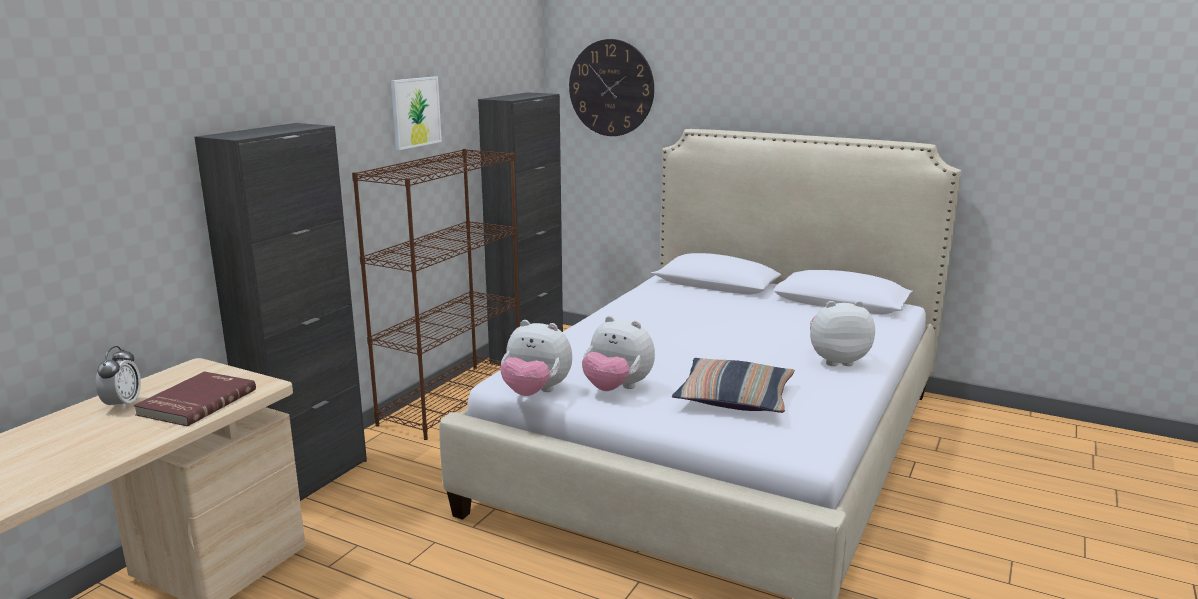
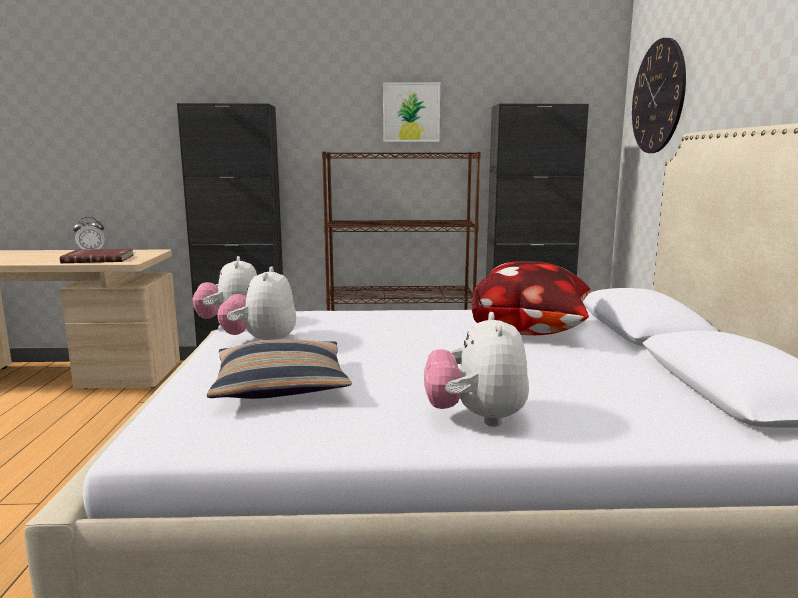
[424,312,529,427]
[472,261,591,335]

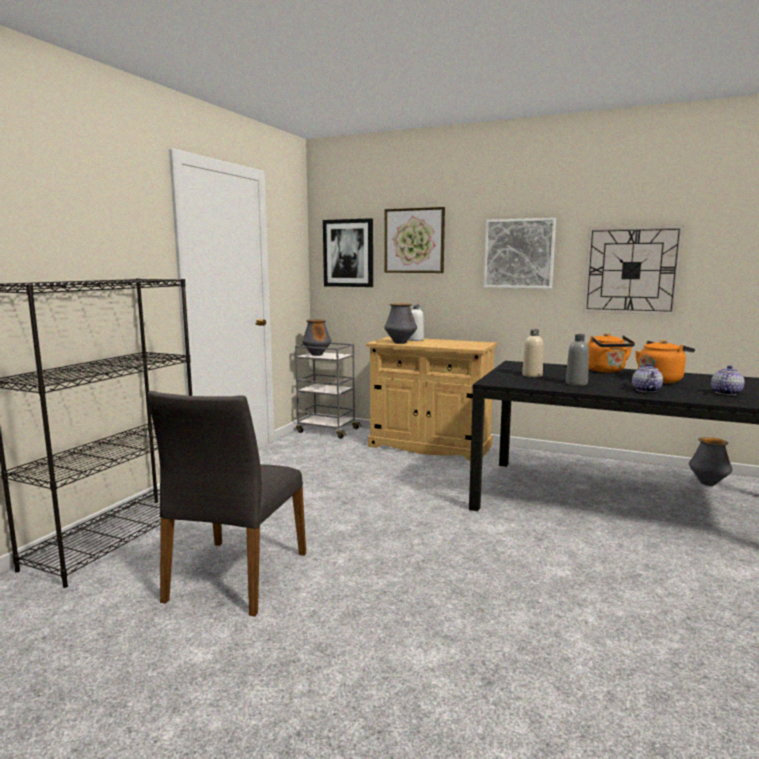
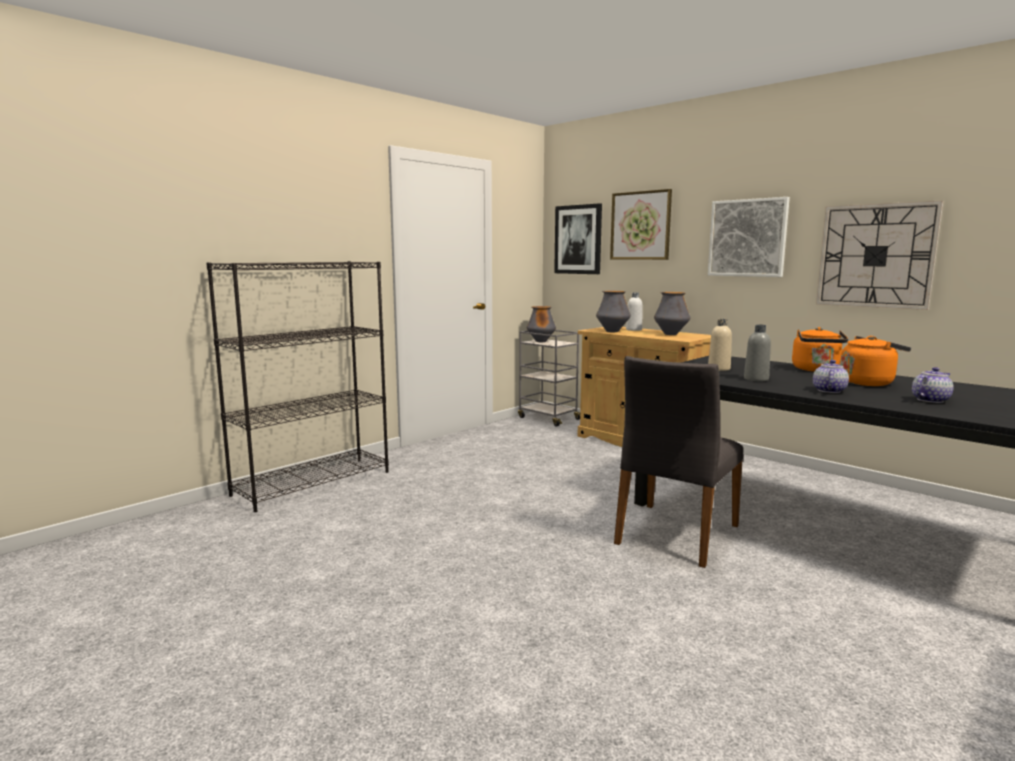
[614,356,743,568]
[654,292,690,335]

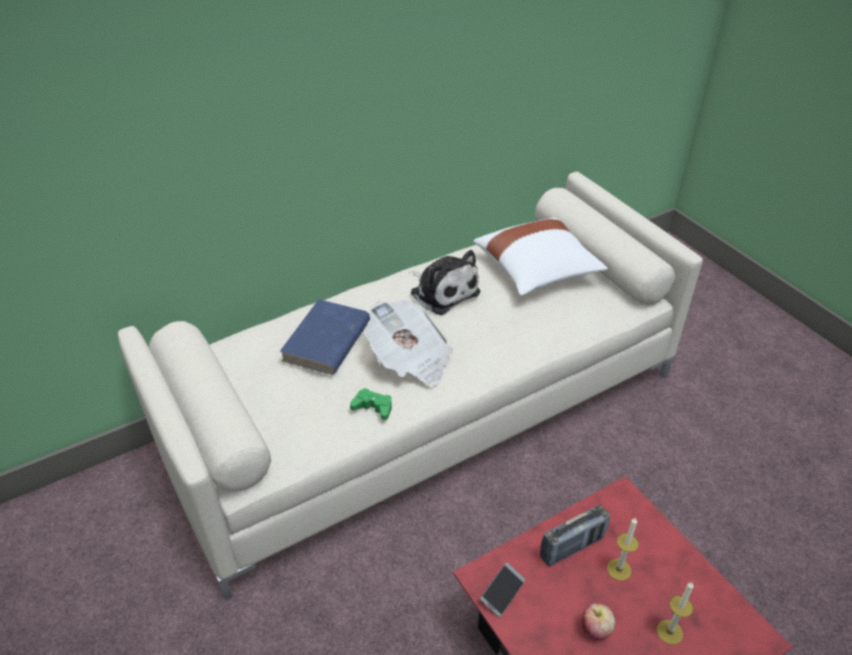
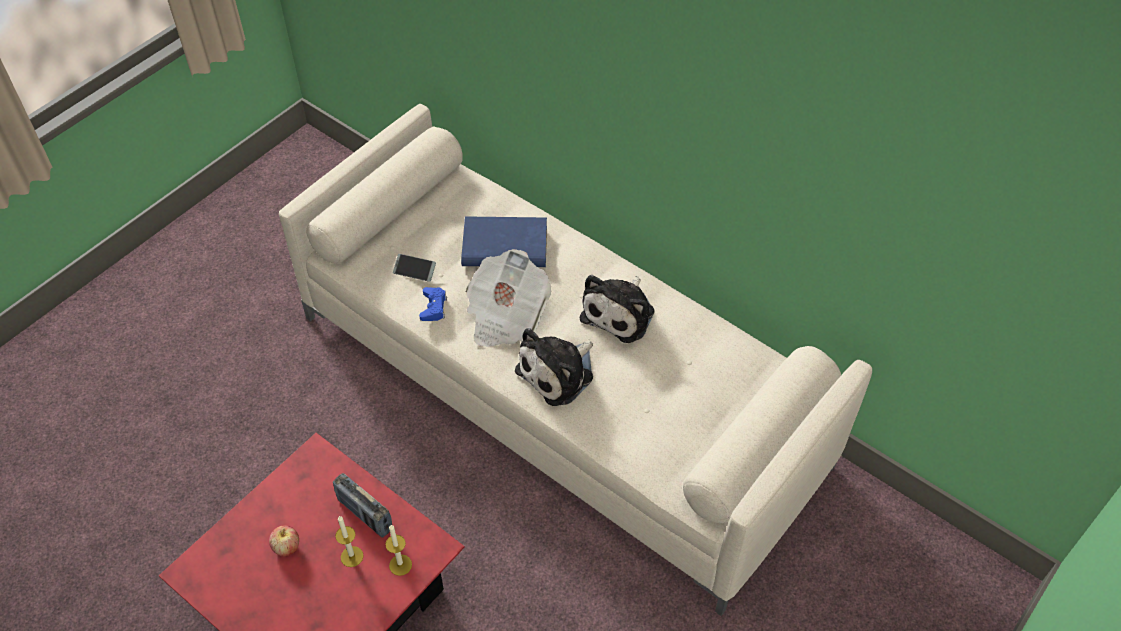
[473,217,608,296] (first image)
[419,287,447,321]
[393,254,436,282]
[385,525,412,576]
[515,328,593,406]

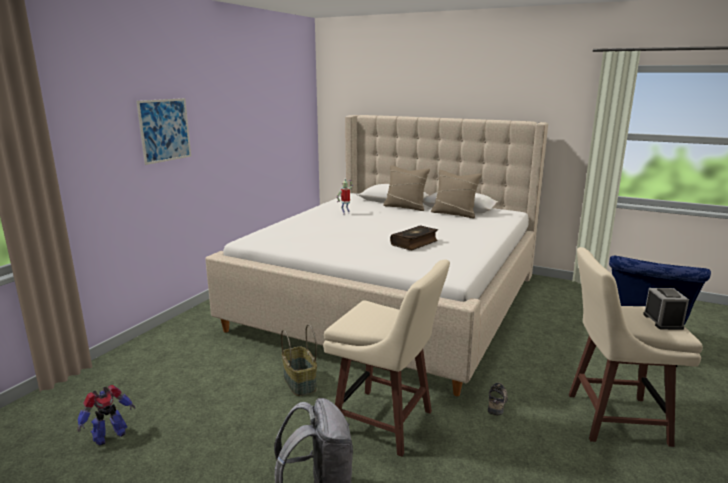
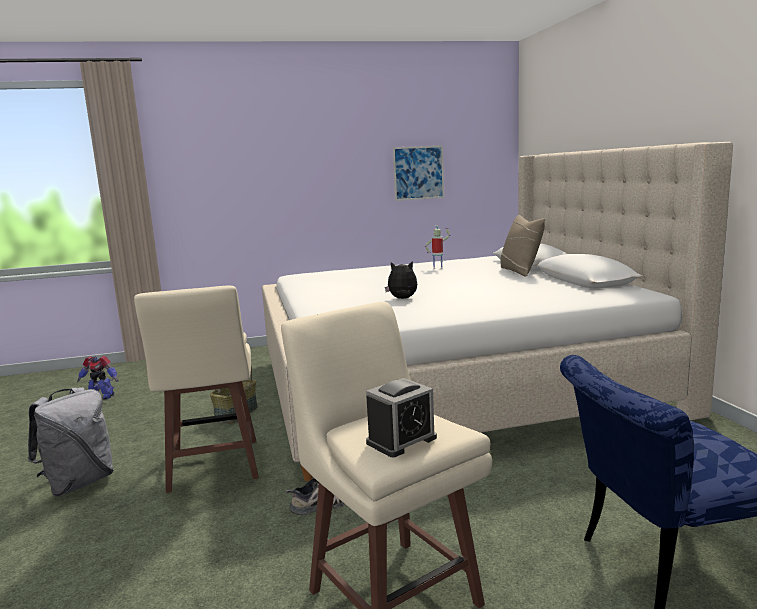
[393,145,444,201]
[431,170,482,218] (first image)
[385,261,417,299]

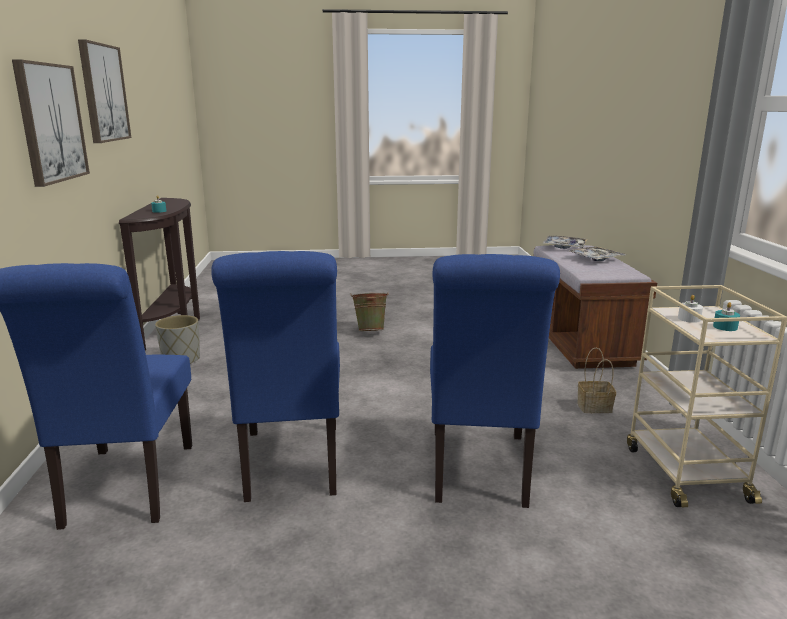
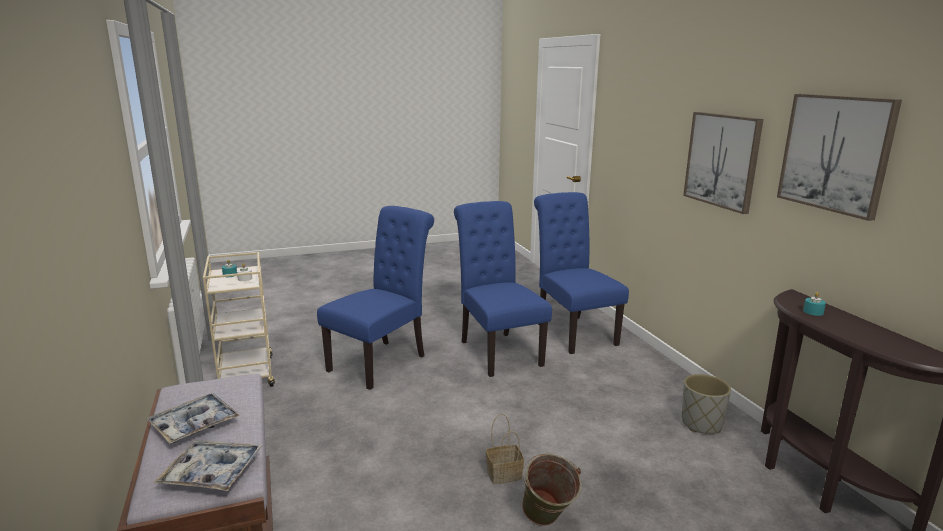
[317,206,434,390]
[486,414,524,484]

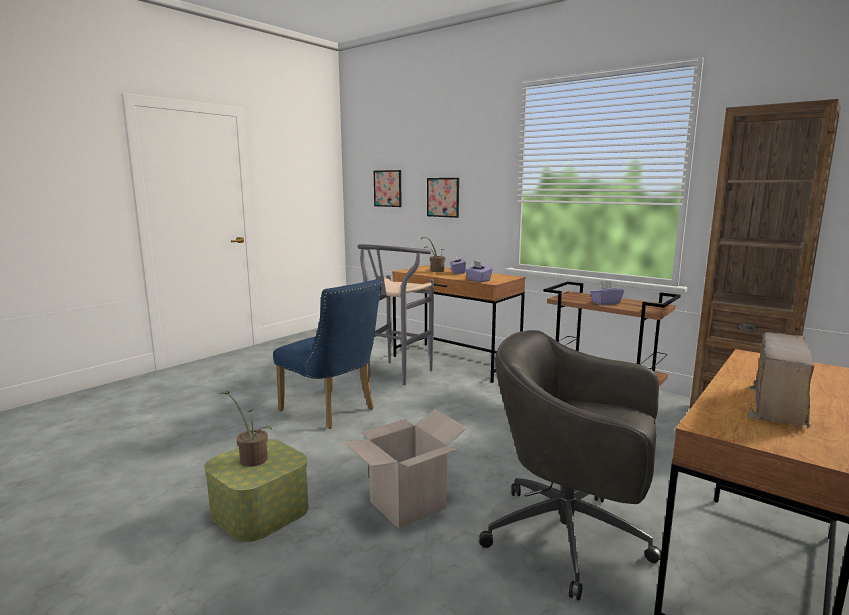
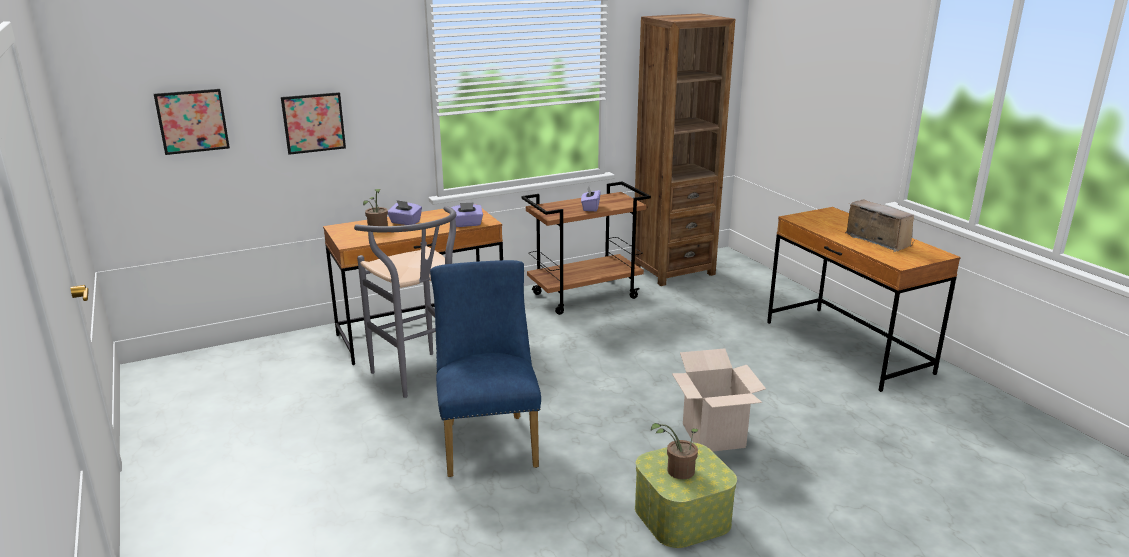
[430,260,541,477]
[479,330,661,600] (first image)

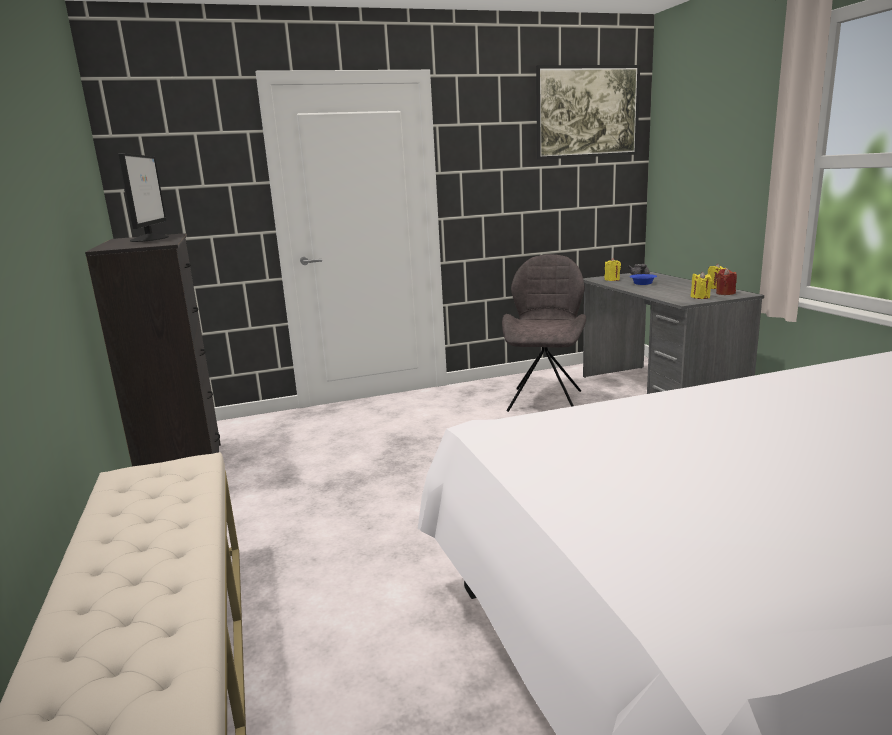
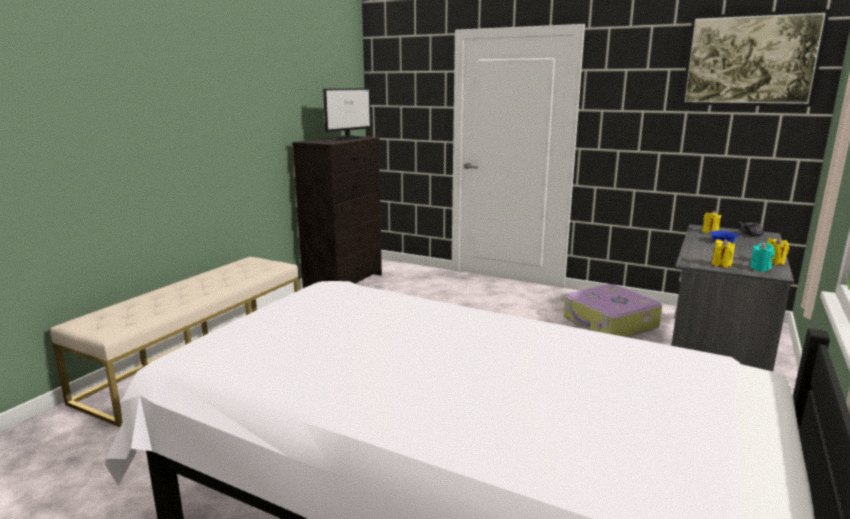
[564,284,662,337]
[750,242,775,272]

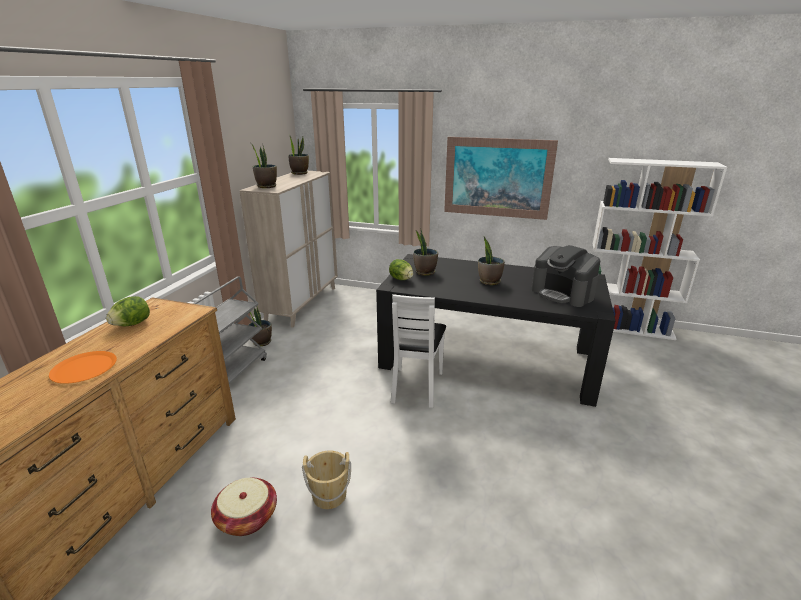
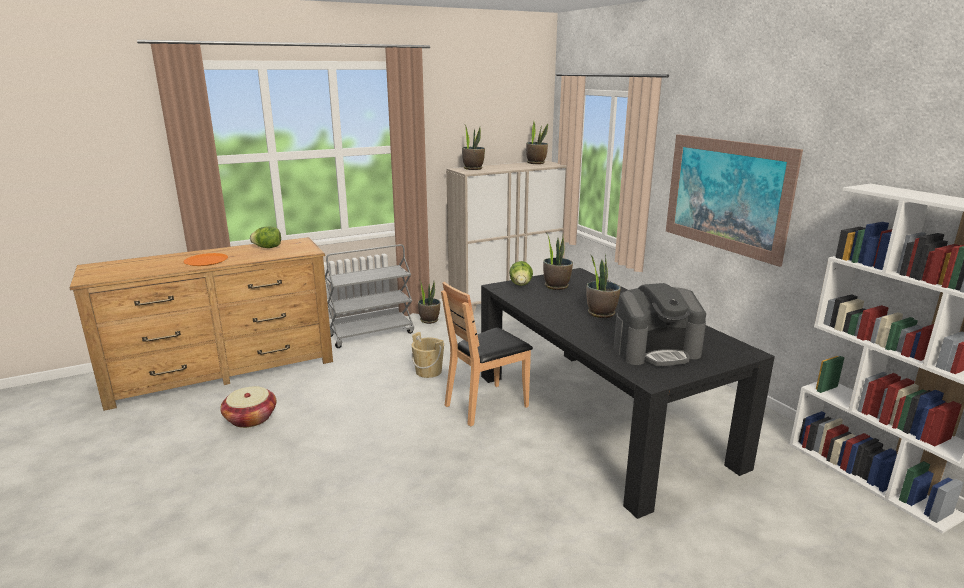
[614,283,706,367]
[441,282,533,427]
[411,332,444,378]

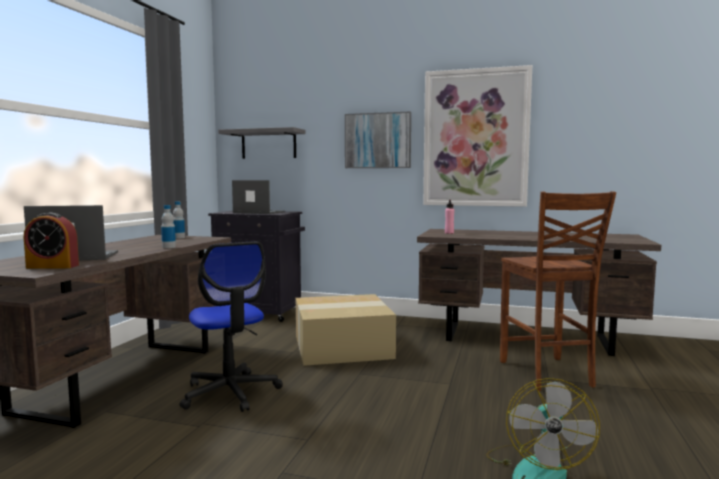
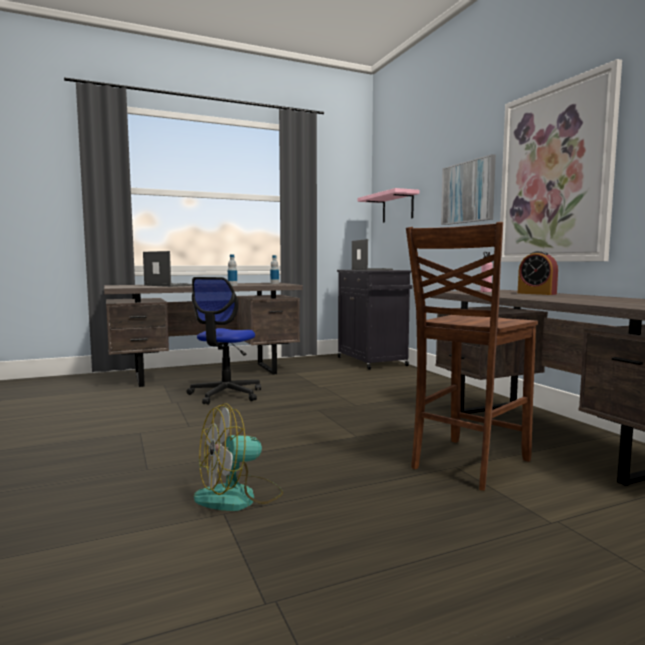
[357,188,419,223]
[518,251,558,295]
[296,294,396,366] (first image)

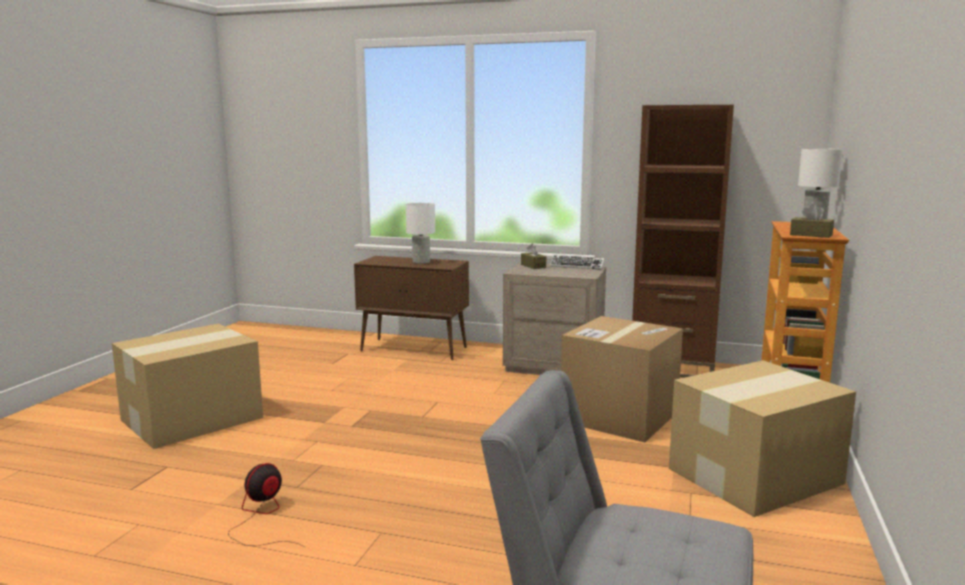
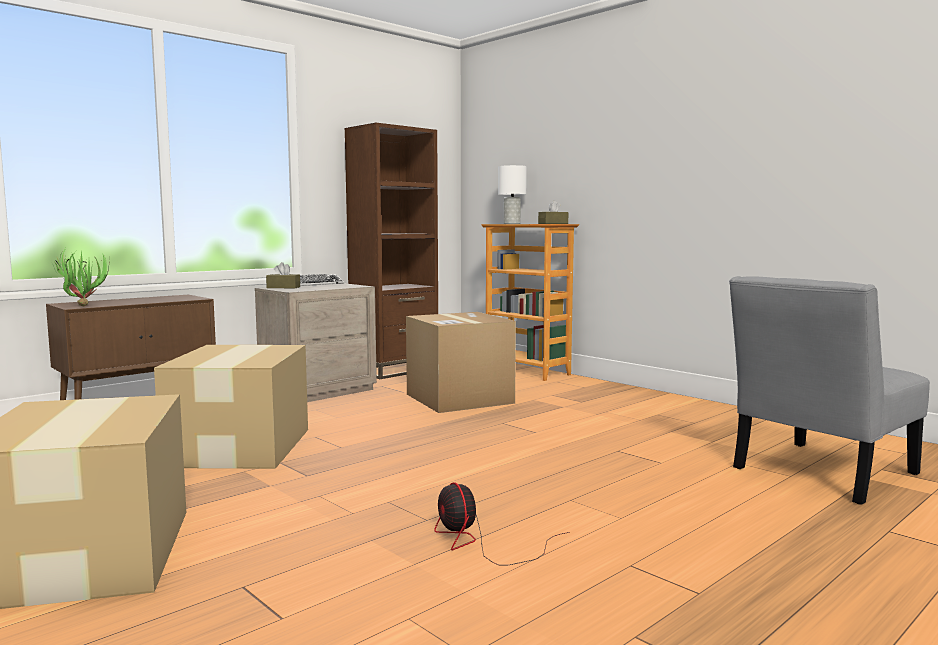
[406,203,435,264] (first image)
[154,345,308,469]
[50,248,110,306]

